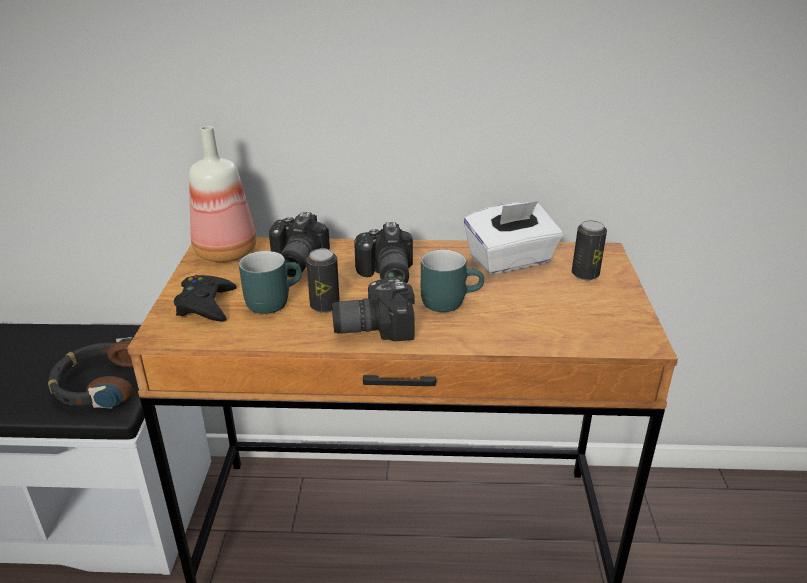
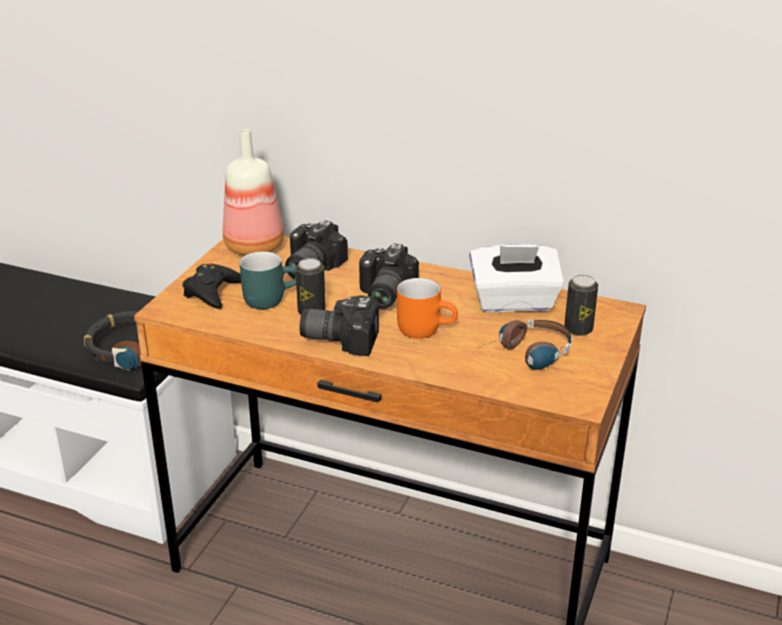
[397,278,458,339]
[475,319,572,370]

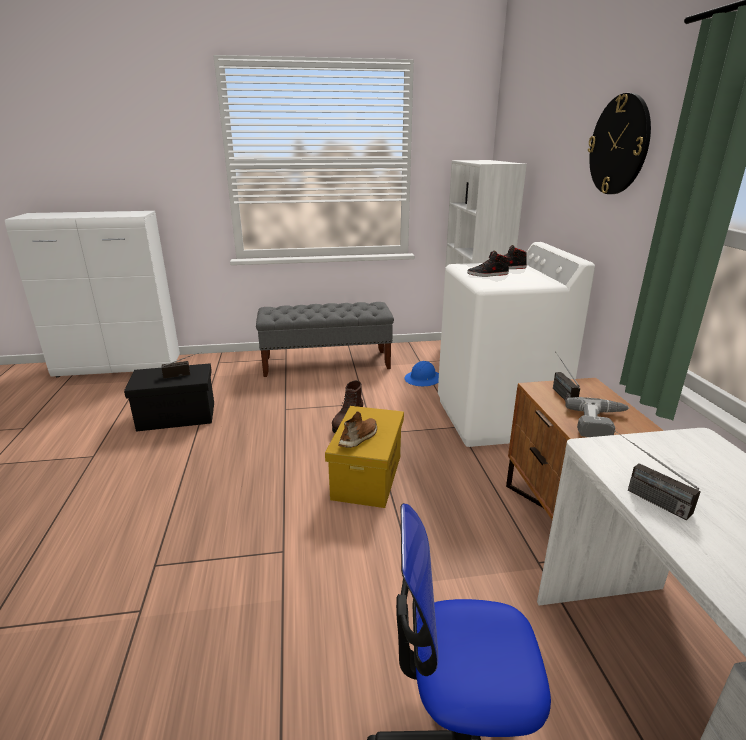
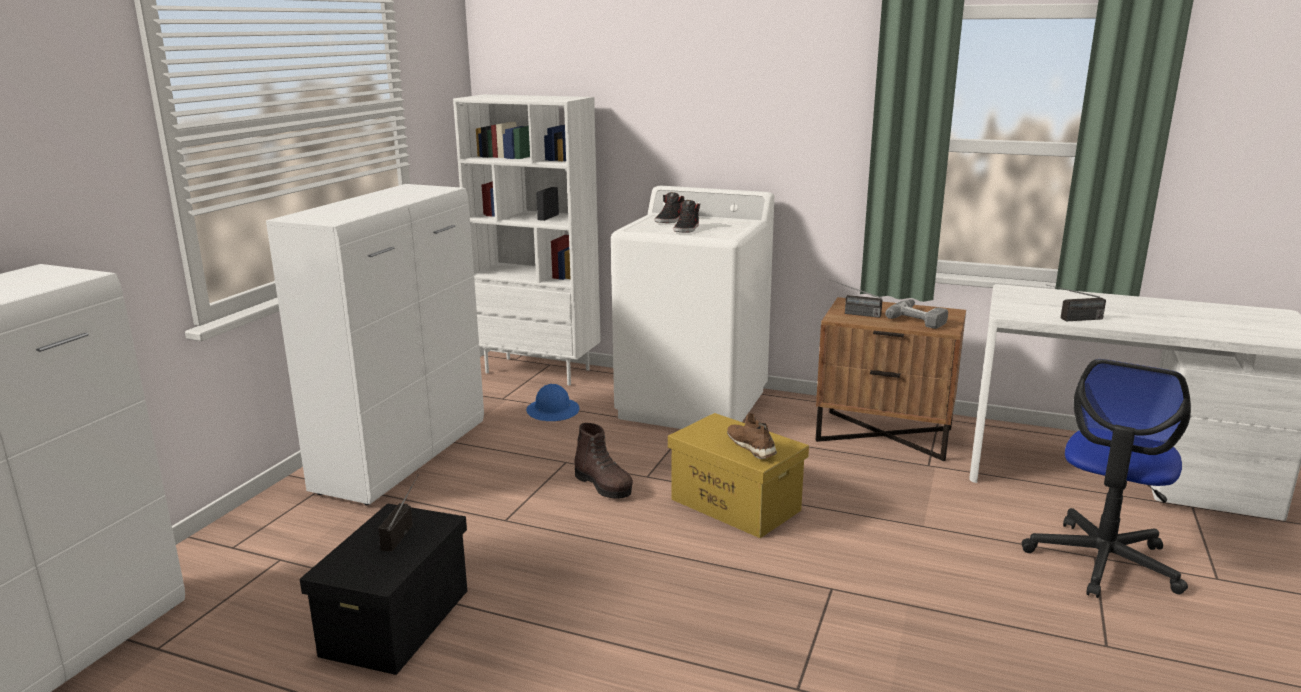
[588,93,651,194] (first image)
[266,184,484,505]

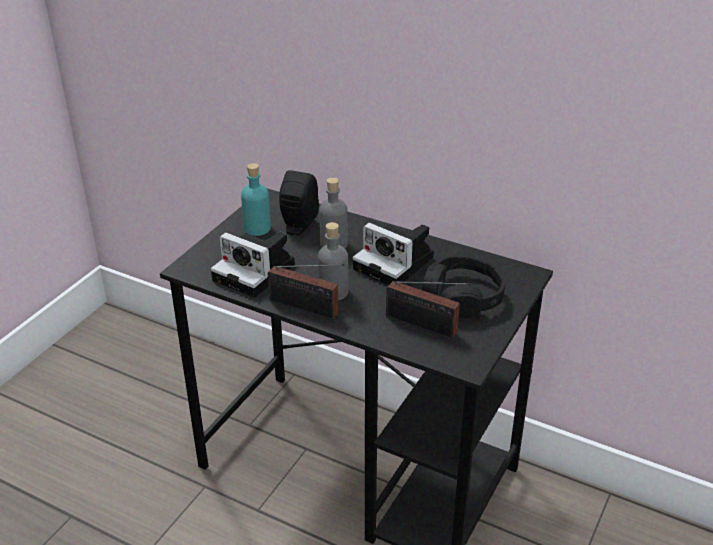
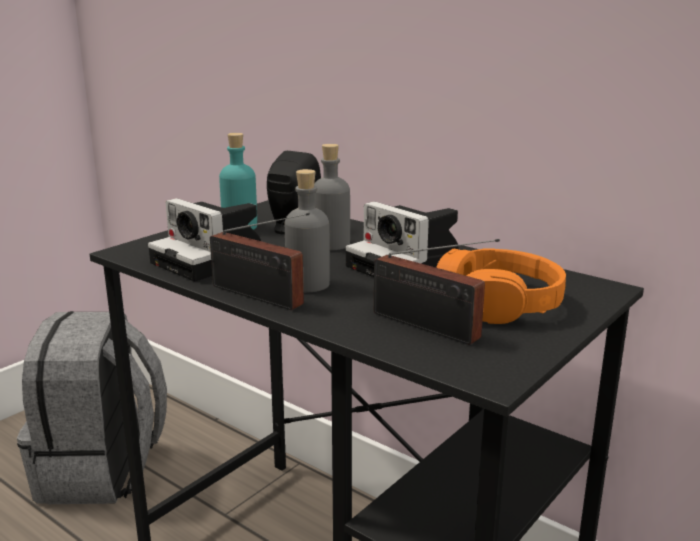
[436,248,566,324]
[17,311,167,504]

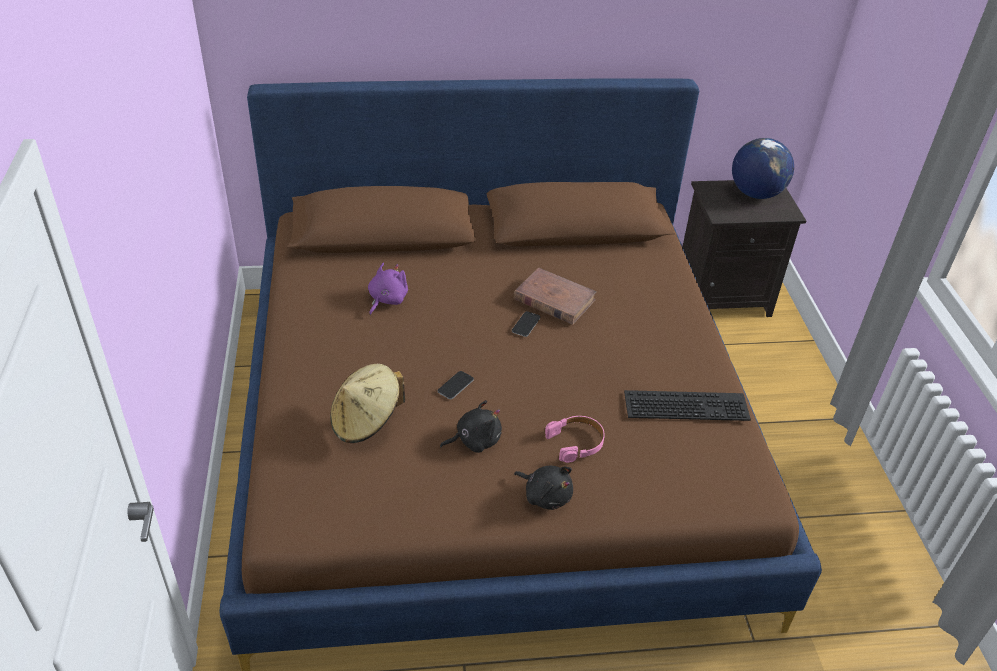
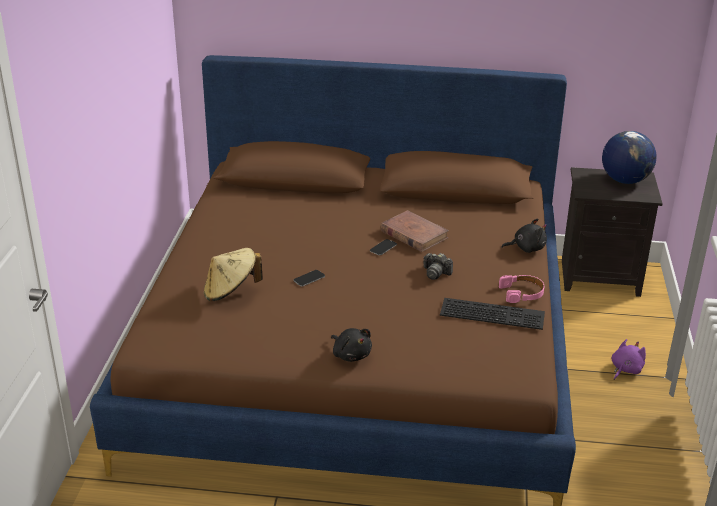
[612,339,646,380]
[501,218,547,253]
[499,275,544,303]
[424,253,453,280]

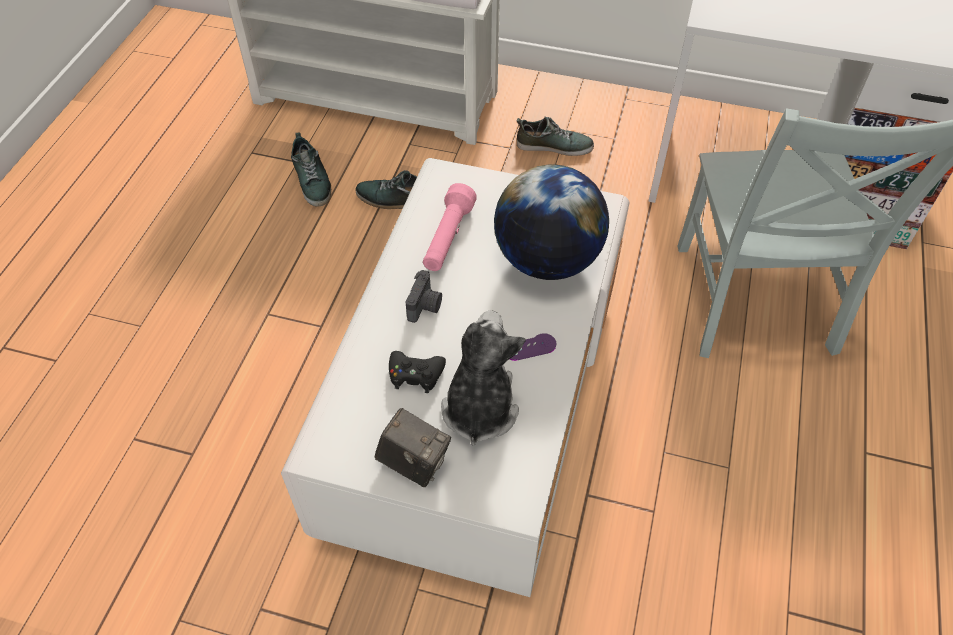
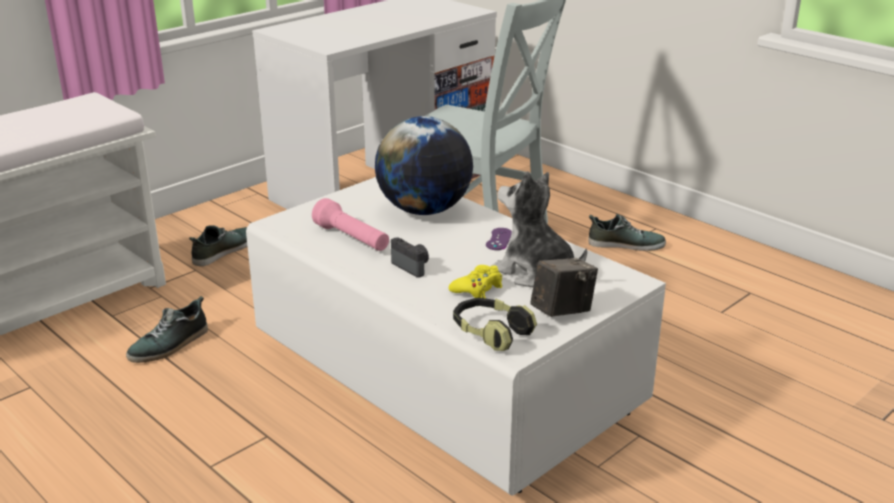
[589,214,666,251]
[449,265,502,298]
[453,298,537,351]

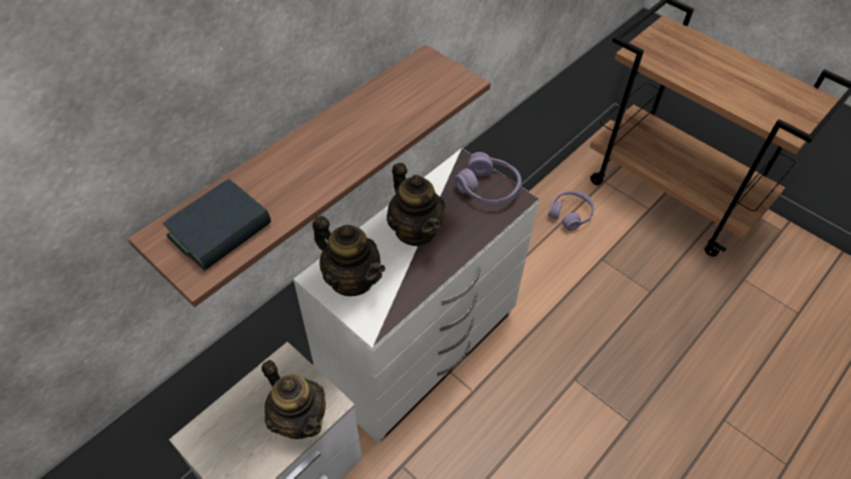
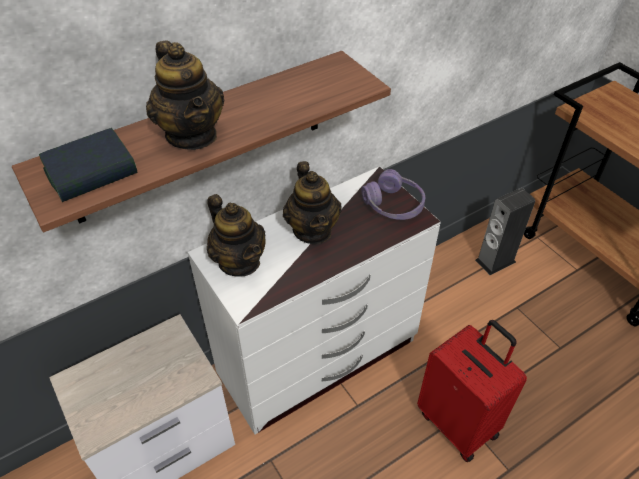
[475,188,535,275]
[146,40,224,150]
[417,320,527,462]

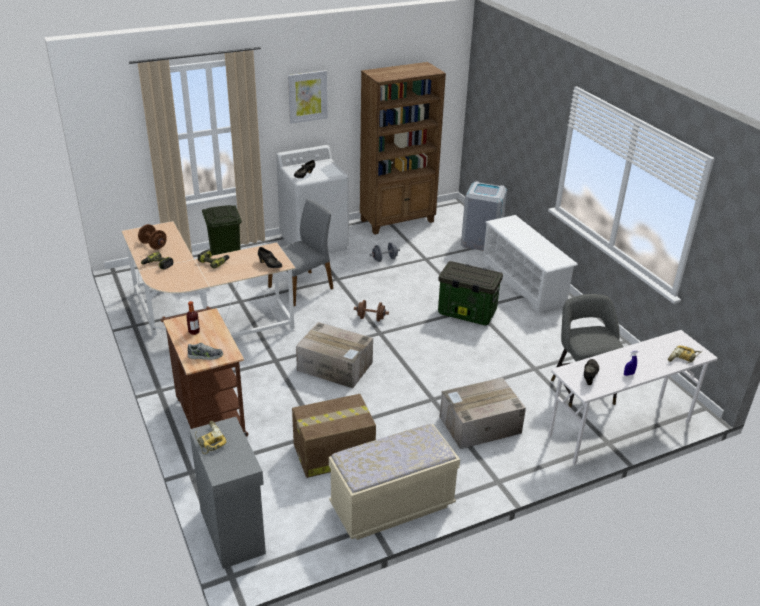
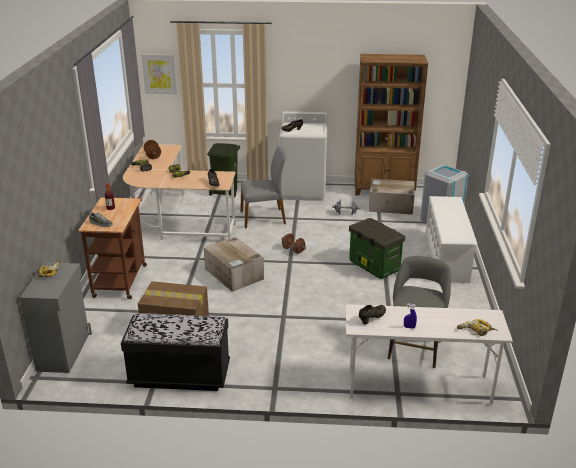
[142,54,177,94]
[369,179,415,215]
[121,313,230,391]

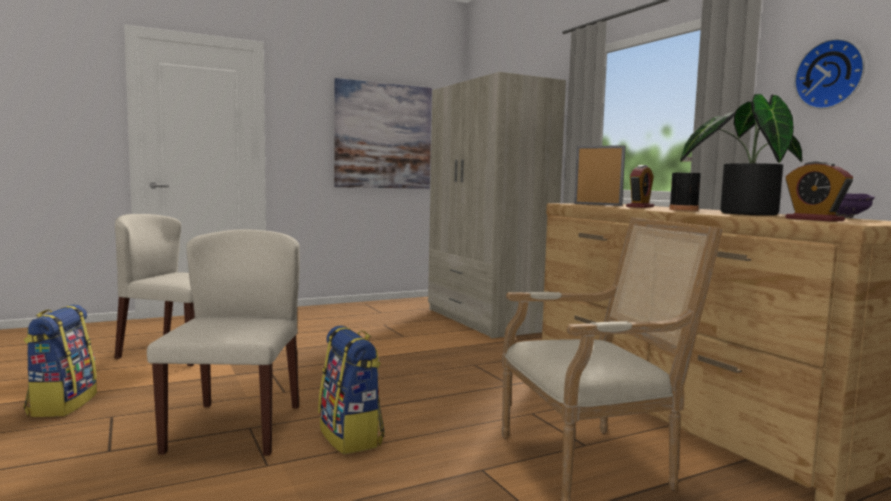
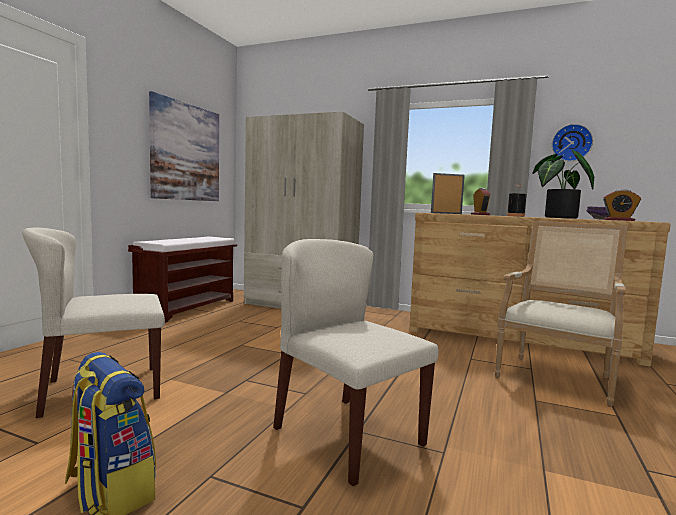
[318,326,385,454] (first image)
[128,236,237,323]

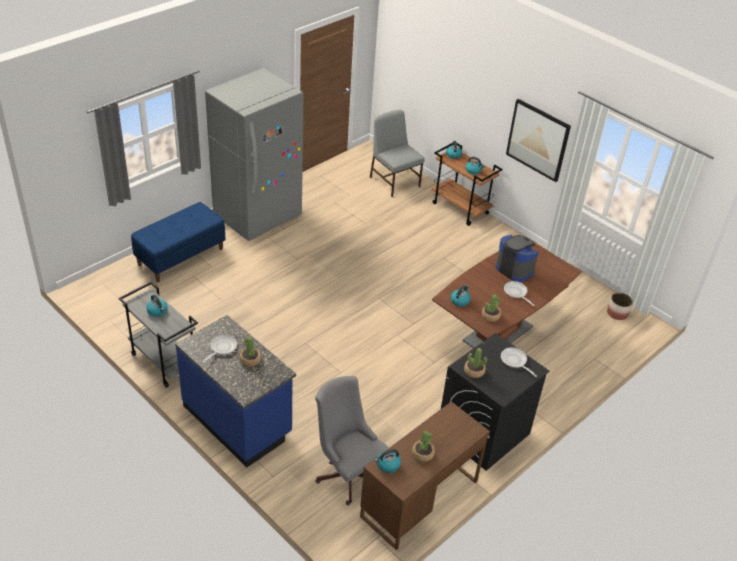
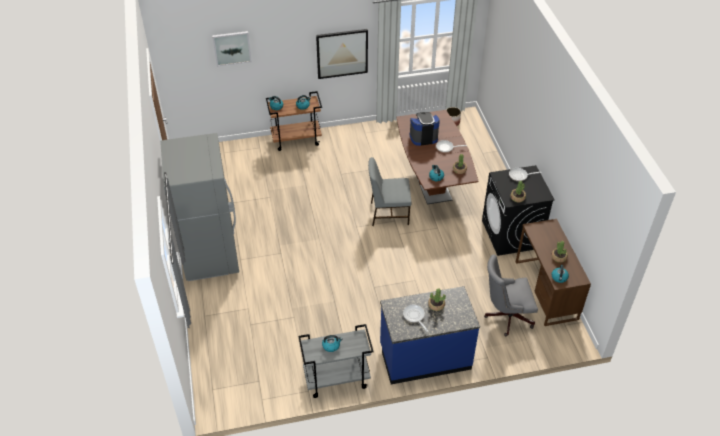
[368,157,411,226]
[131,202,226,282] (first image)
[212,31,252,67]

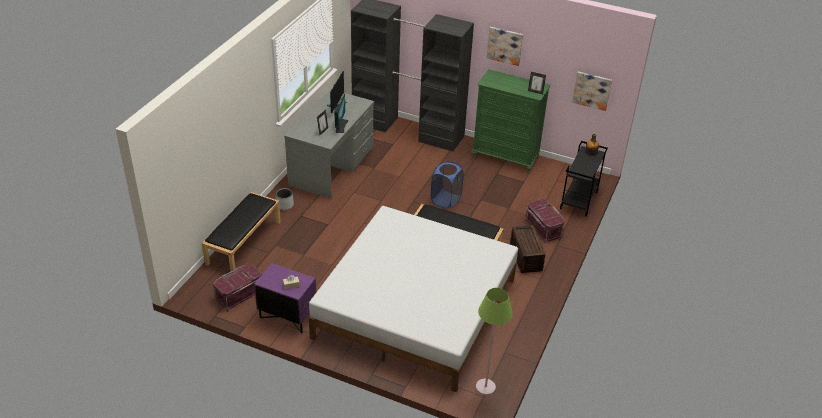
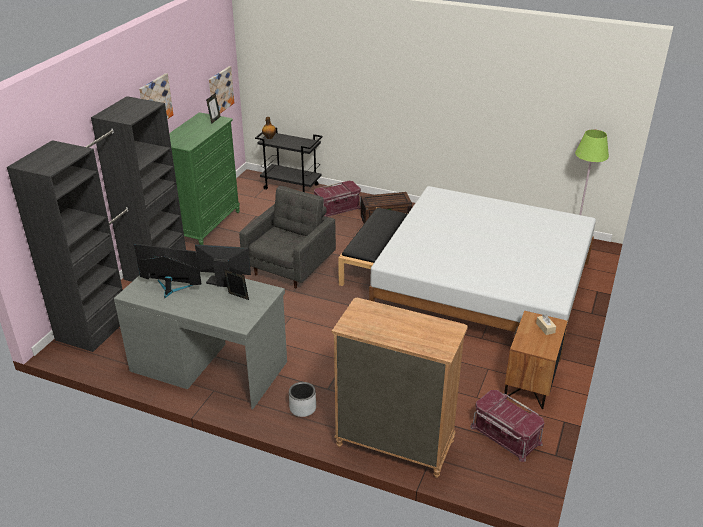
[239,186,336,288]
[332,298,468,478]
[504,311,568,409]

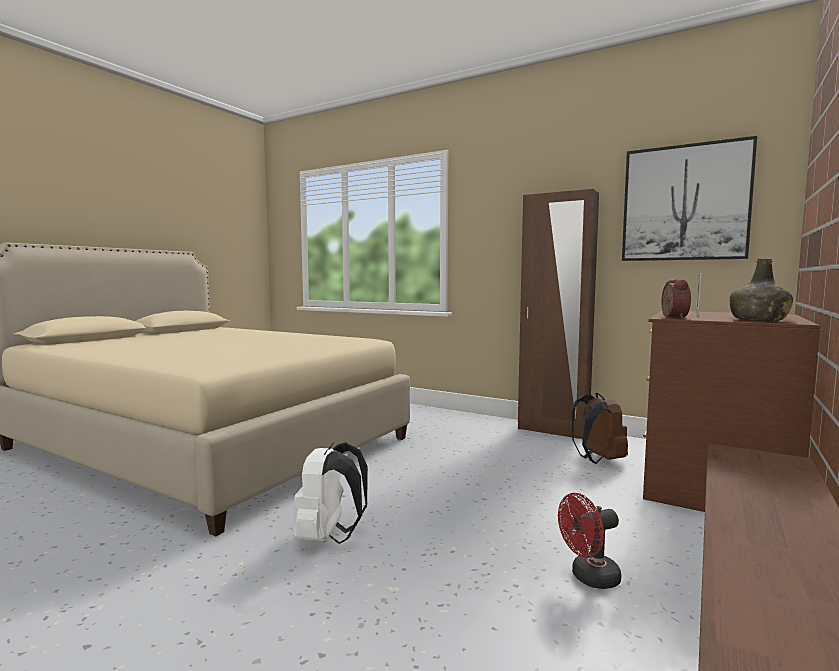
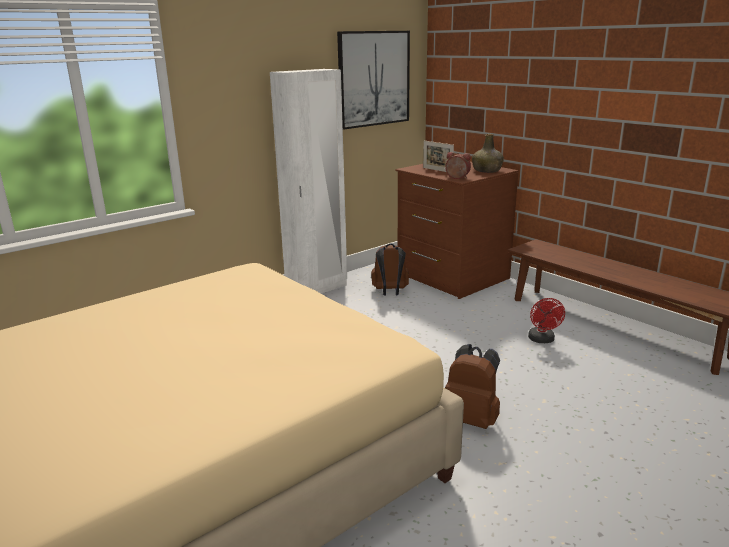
[270,69,347,294]
[445,344,500,429]

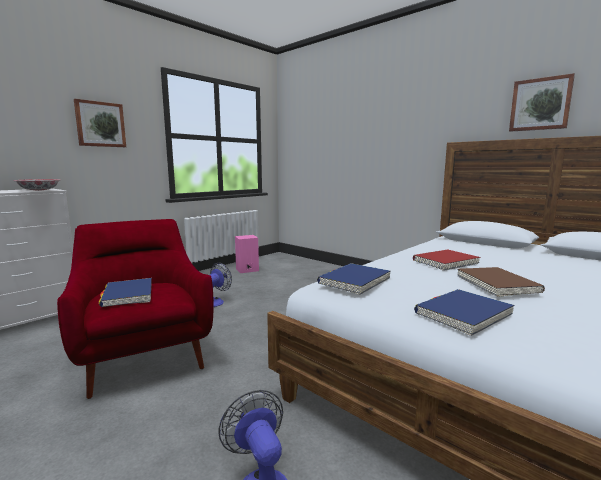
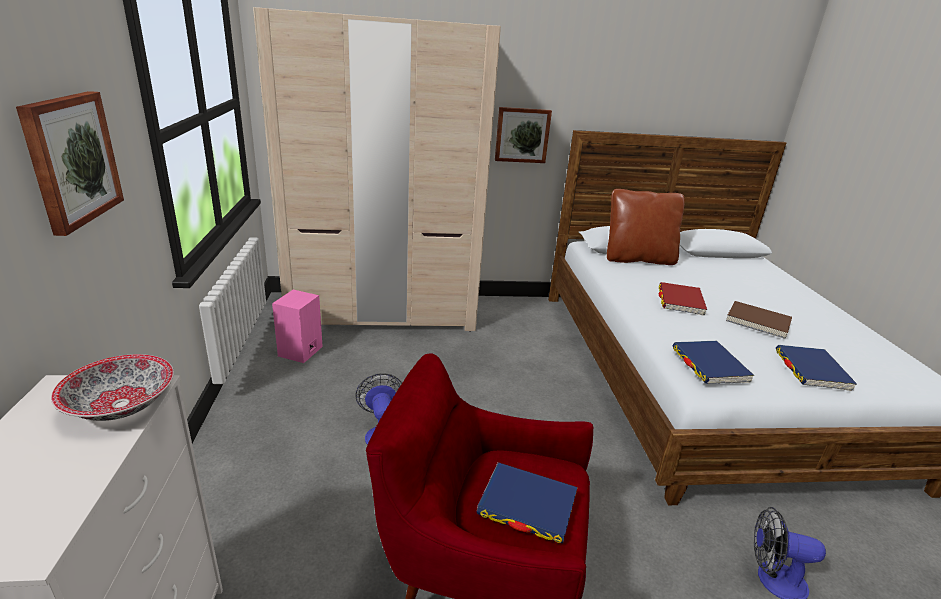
[495,107,552,163]
[253,7,501,332]
[607,189,685,265]

